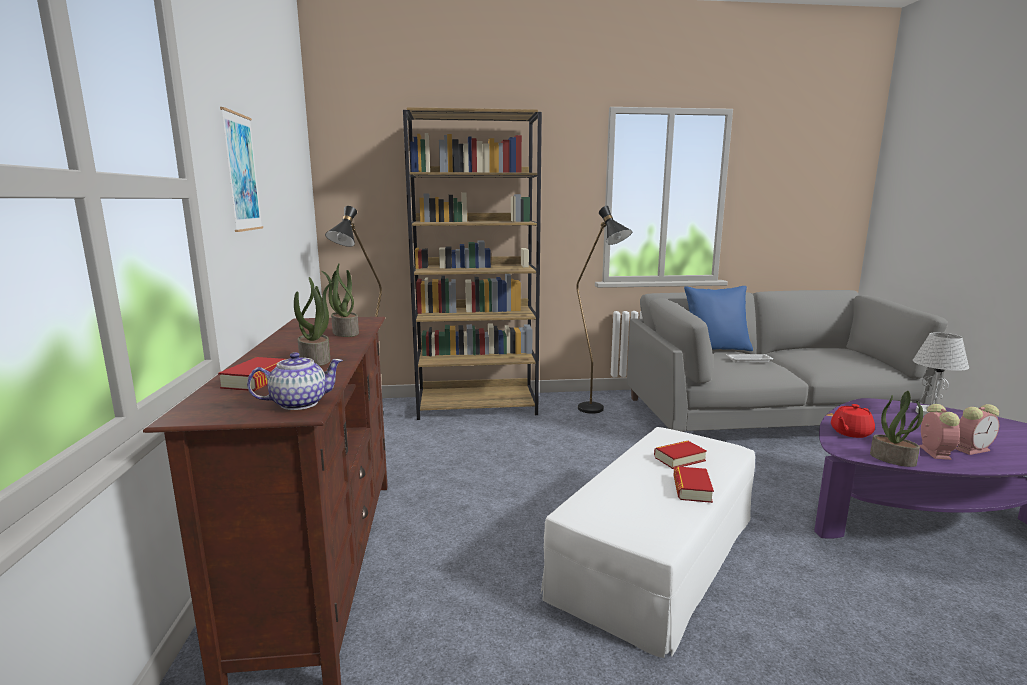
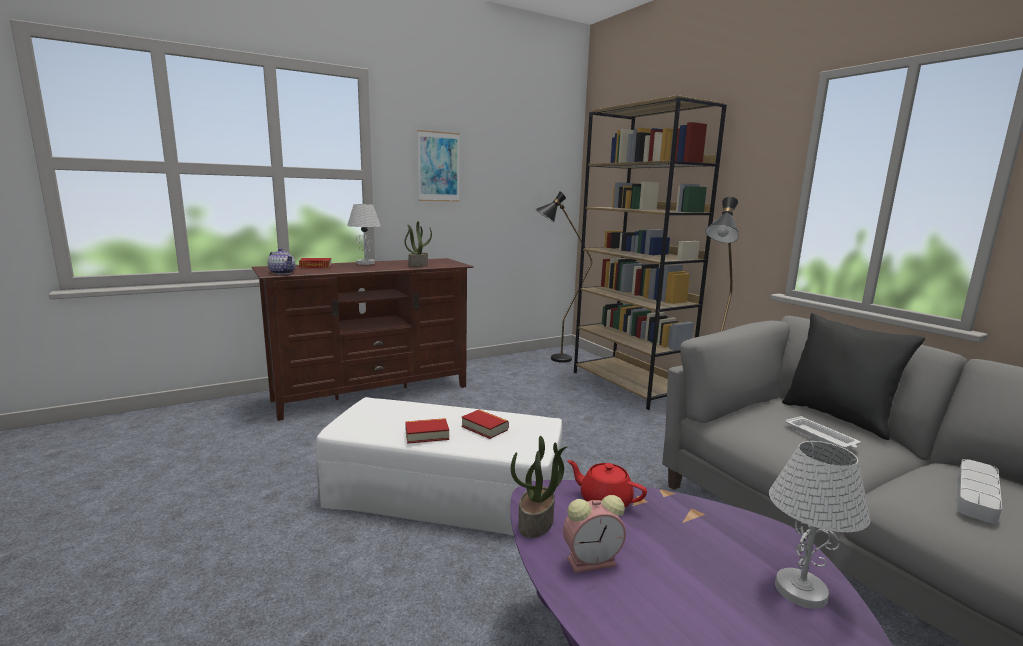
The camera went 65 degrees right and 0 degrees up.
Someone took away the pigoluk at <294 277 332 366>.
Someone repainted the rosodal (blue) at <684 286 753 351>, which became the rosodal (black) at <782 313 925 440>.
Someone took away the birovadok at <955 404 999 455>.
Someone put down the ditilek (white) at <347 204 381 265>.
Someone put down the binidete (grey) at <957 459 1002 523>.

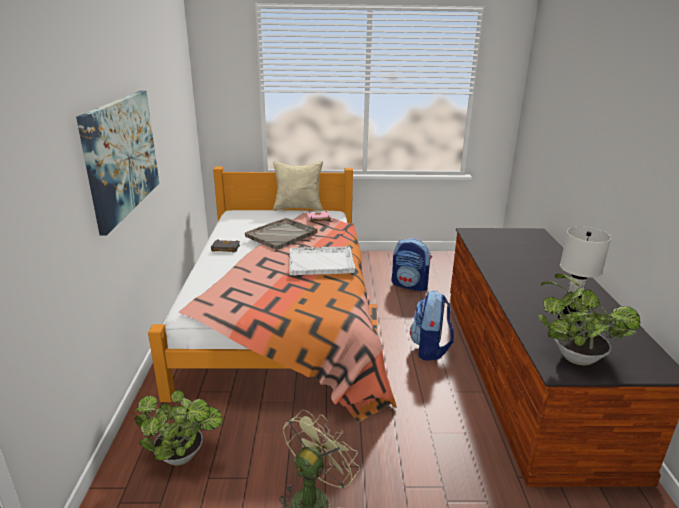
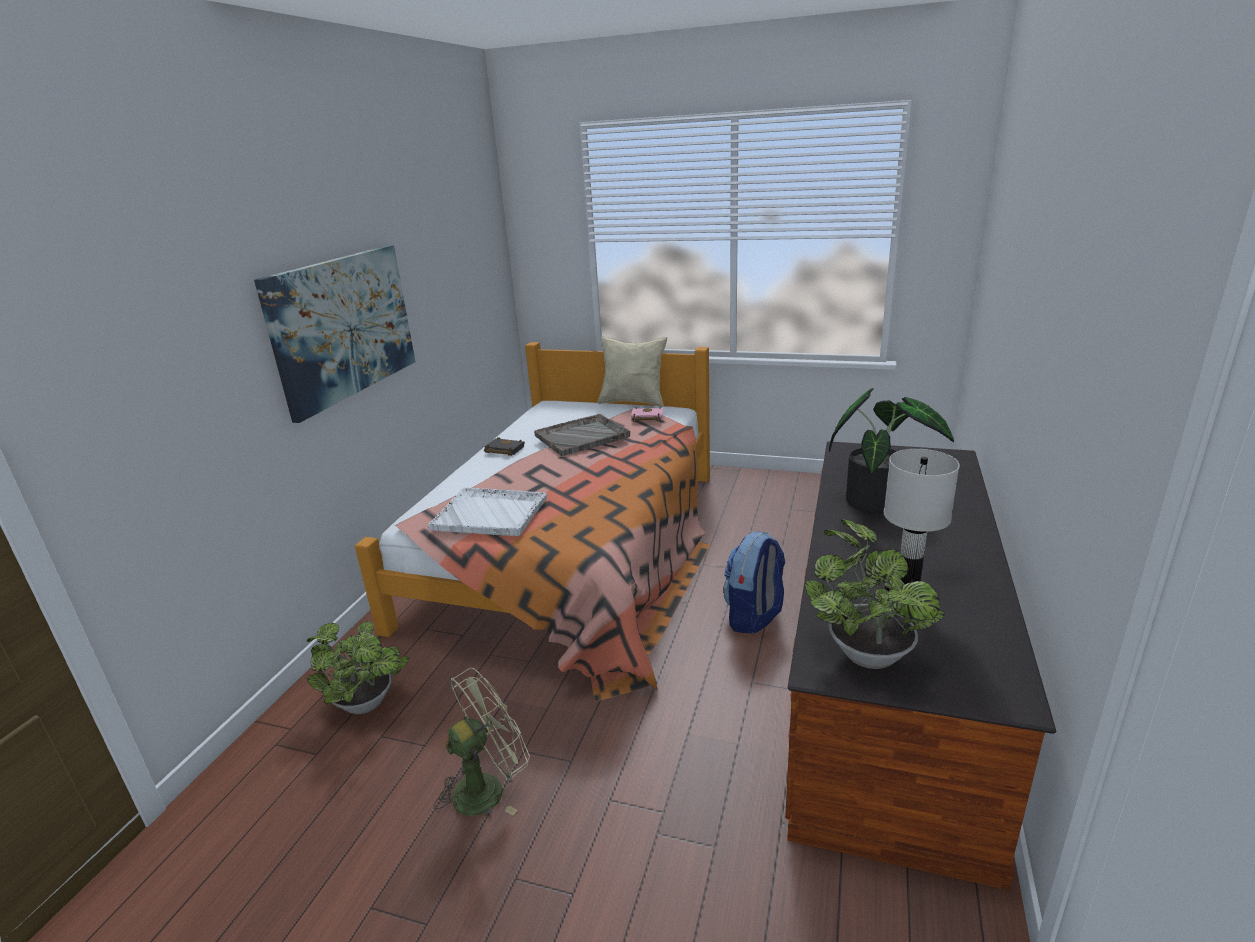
The camera went 20 degrees right and 0 degrees up.
Someone carried the binidete (white) from <289 246 356 275> to <428 488 547 536>.
Someone took away the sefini at <392 238 432 292>.
Someone put down the pigoluk at <829 388 954 513>.

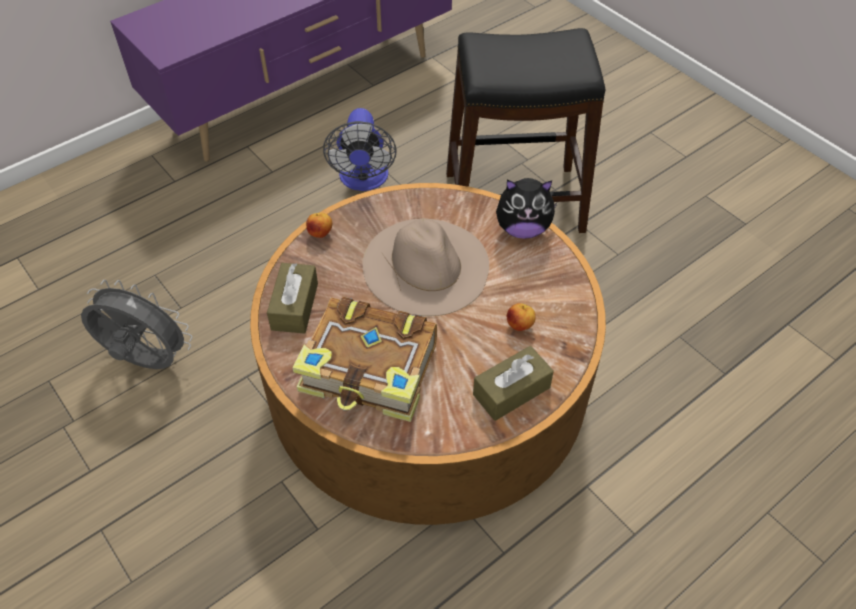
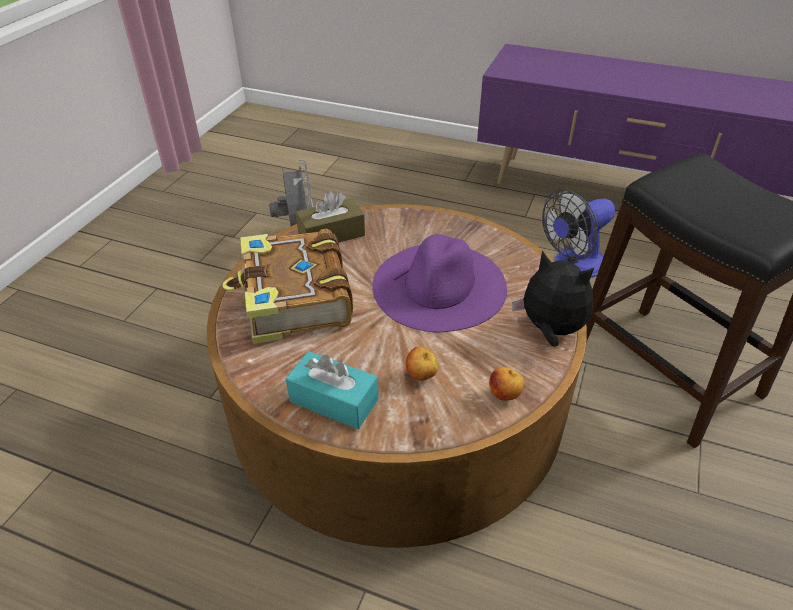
The camera went 60 degrees right and 10 degrees down.
Someone carried the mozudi from <306 213 332 238> to <489 367 525 401>.
Someone repainted the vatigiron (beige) at <363 218 489 316>, which became the vatigiron (purple) at <372 234 507 332>.
Someone repainted the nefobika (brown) at <473 346 554 421>, which became the nefobika (turquoise) at <286 351 379 429>.
Someone rotated the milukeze at <496 178 558 239> by 150 degrees clockwise.

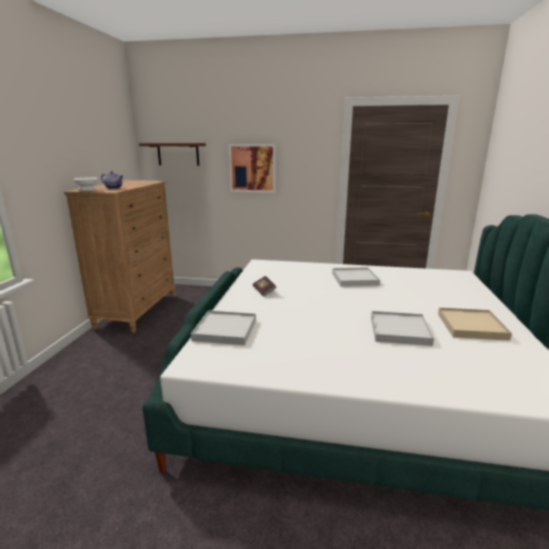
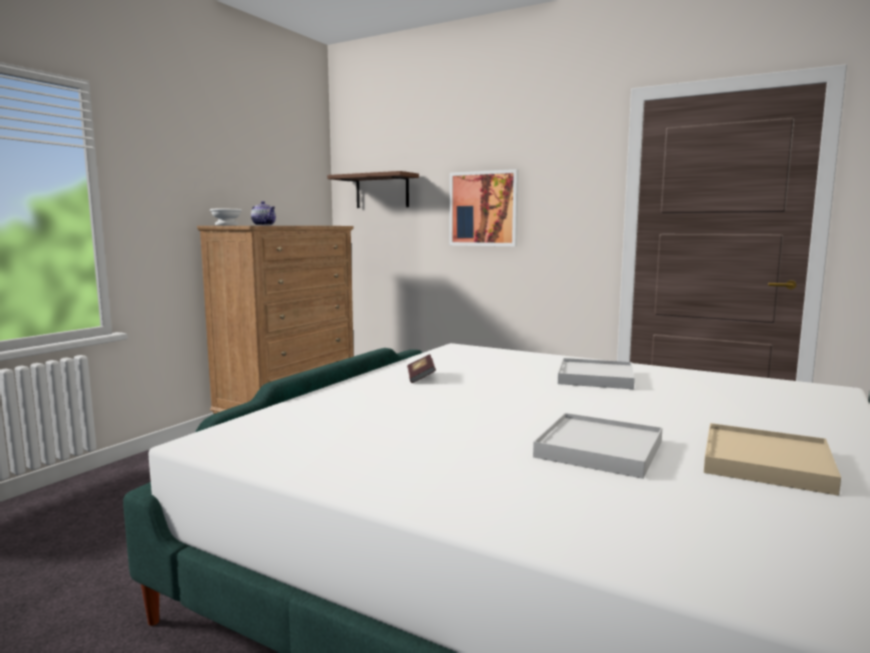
The camera went 20 degrees right and 10 degrees down.
Someone took away the binidete (white) at <191 310 256 345>.

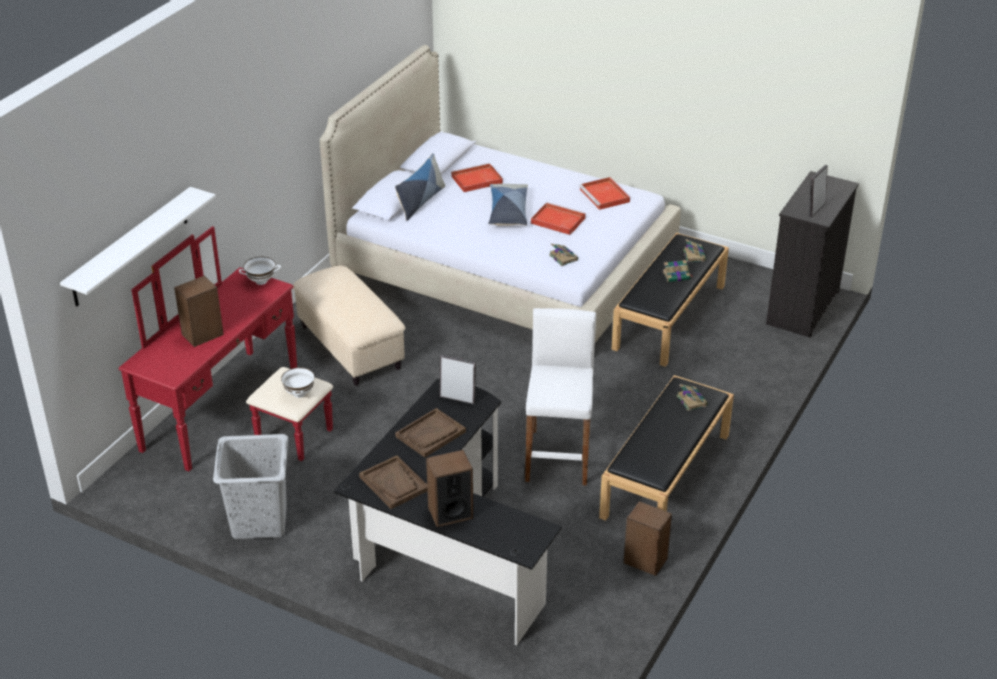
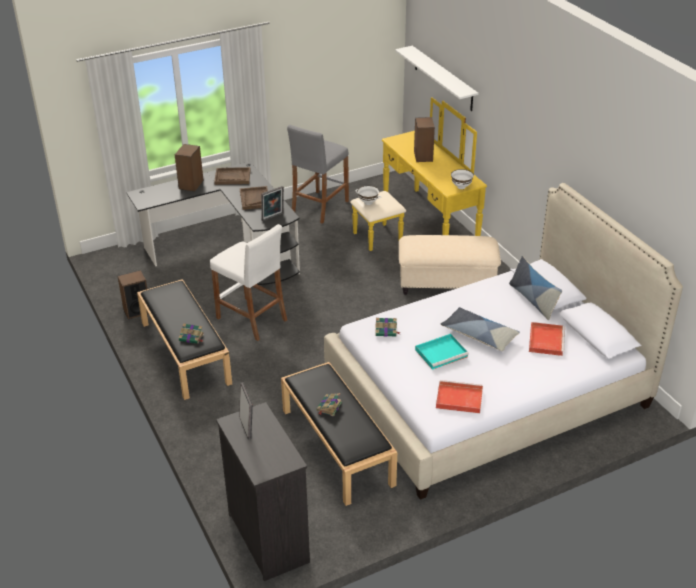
The camera went 125 degrees right and 0 degrees up.
Someone repainted the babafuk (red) at <119 226 333 471>, which became the babafuk (yellow) at <350 97 487 251>.
Someone swapped the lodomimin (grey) at <213 434 288 539> for the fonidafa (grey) at <287 125 349 224>.
Someone repainted the binidete (red) at <531 202 586 235>, which became the binidete (turquoise) at <415 334 469 370>.
Someone took away the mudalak at <683 239 706 262>.

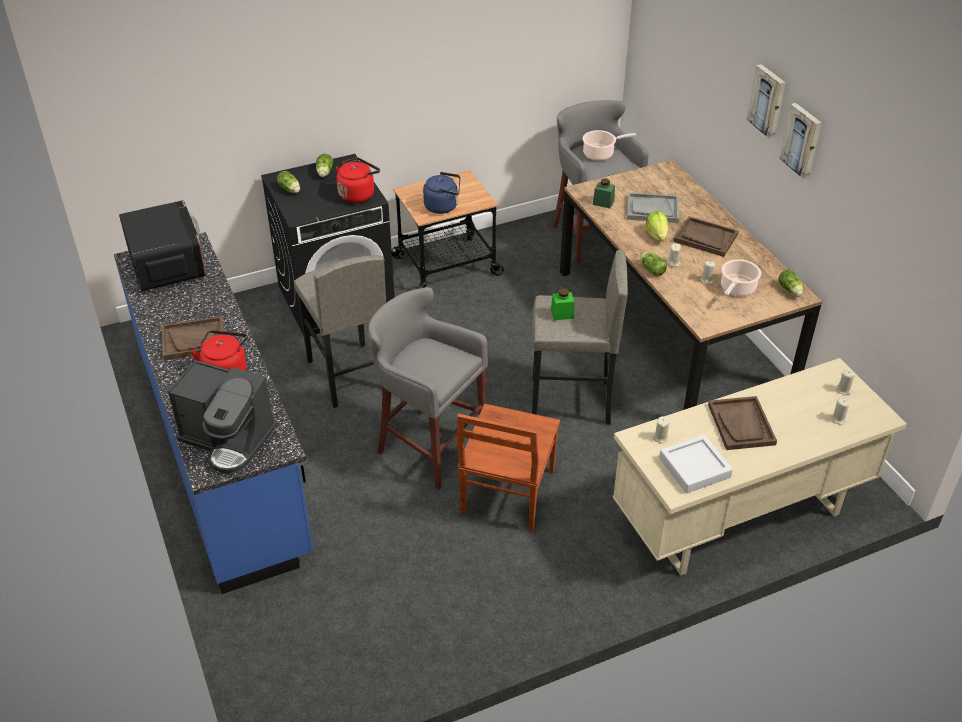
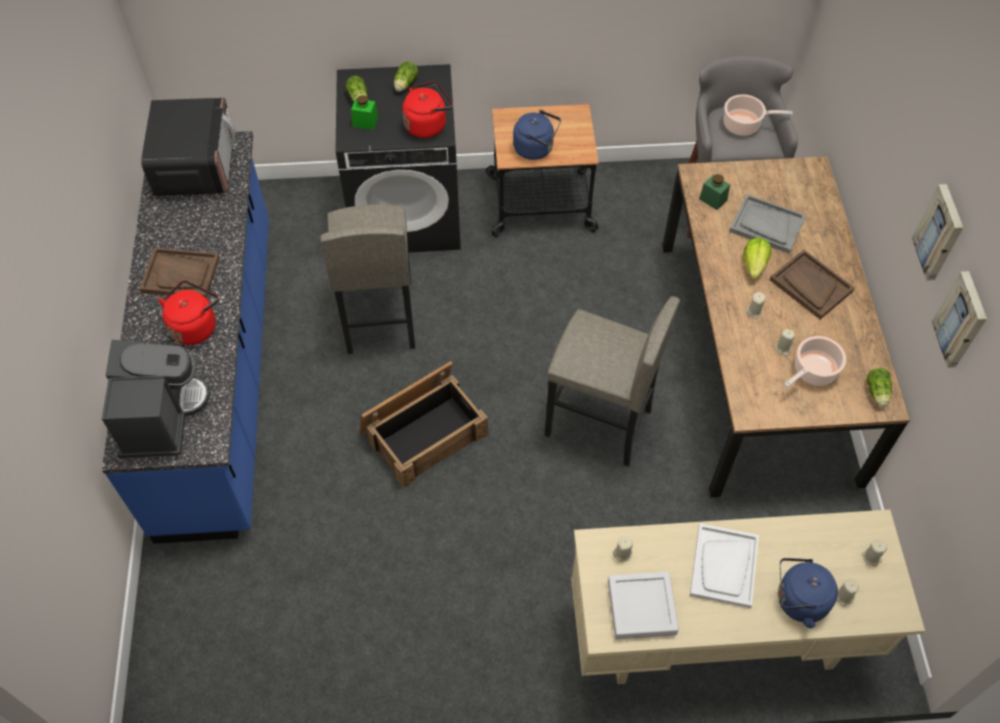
The camera went 20 degrees right and 15 degrees up.
Someone rotated the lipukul at <168 360 277 474> by 135 degrees counterclockwise.
Someone swapped the fonidafa (grey) at <368 287 488 489> for the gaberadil at <359 361 488 488>.
Someone took away the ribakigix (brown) at <457 404 560 531>.
Someone carried the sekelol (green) from <551 288 574 320> to <351 95 378 130>.
Someone took away the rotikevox at <640 252 667 276>.
Someone repainted the binidete (brown) at <708 396 777 450>, which became the binidete (white) at <690 523 759 608>.
Someone carried the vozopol from <747 64 786 139> to <932 271 987 368>.
Someone put down the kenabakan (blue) at <778 558 838 628>.

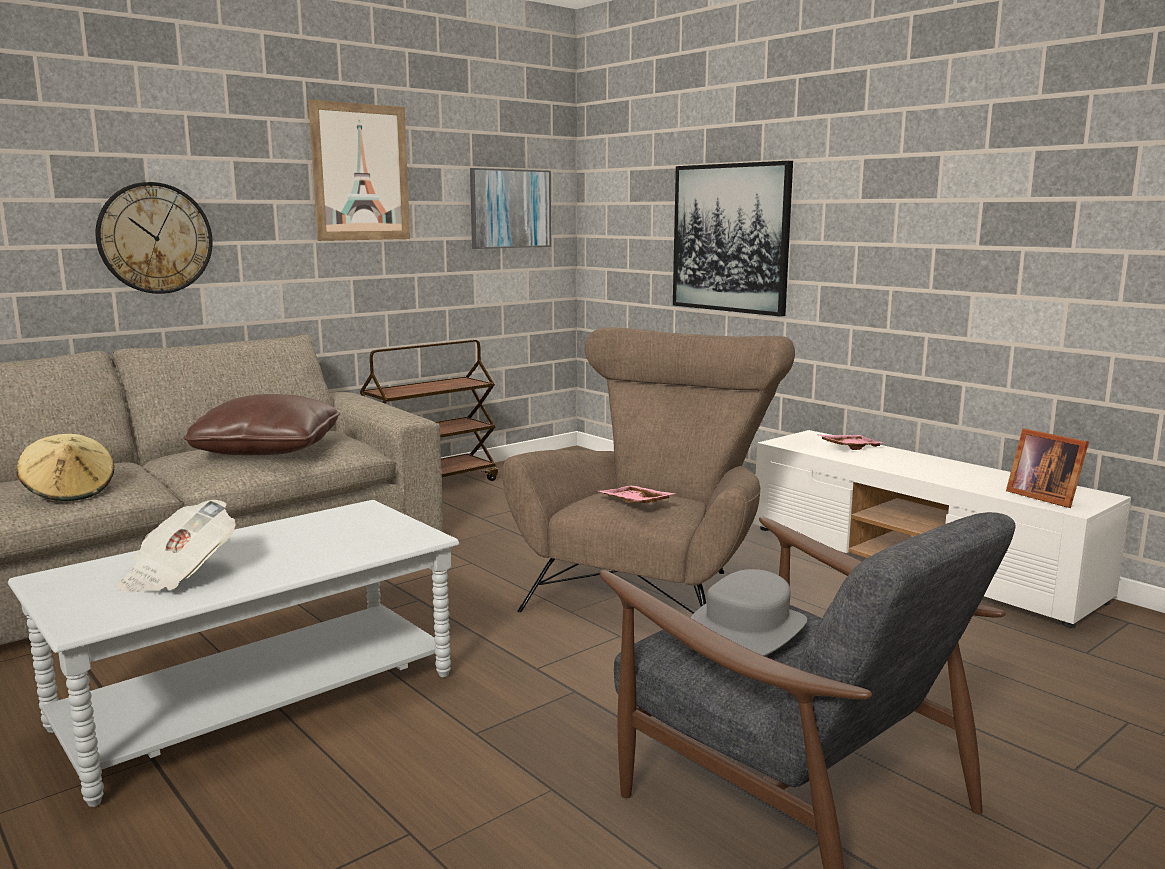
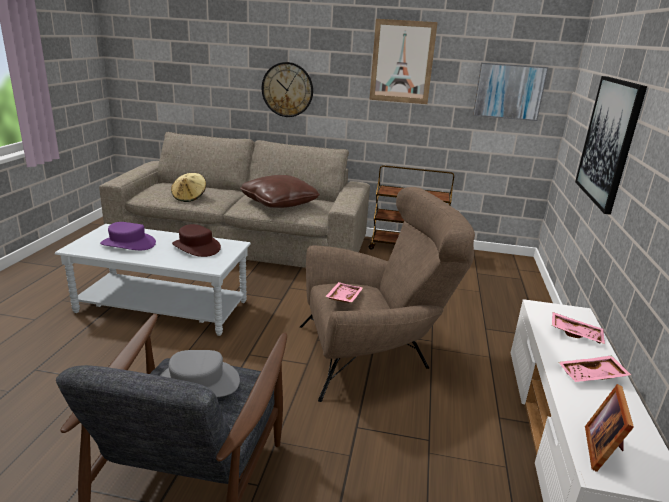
The camera went 50 degrees right and 10 degrees up.
Someone swapped the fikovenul at <117 500 236 592> for the vatigiron (purple) at <100 222 156 250>.
Someone put down the vatigiron (brown) at <172 224 221 257>.
Someone put down the binidete (pink) at <559 355 631 382>.

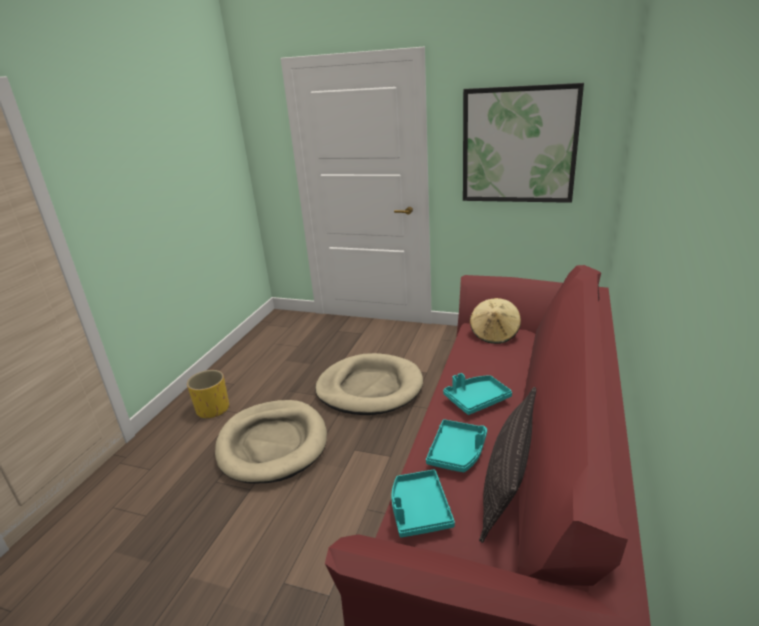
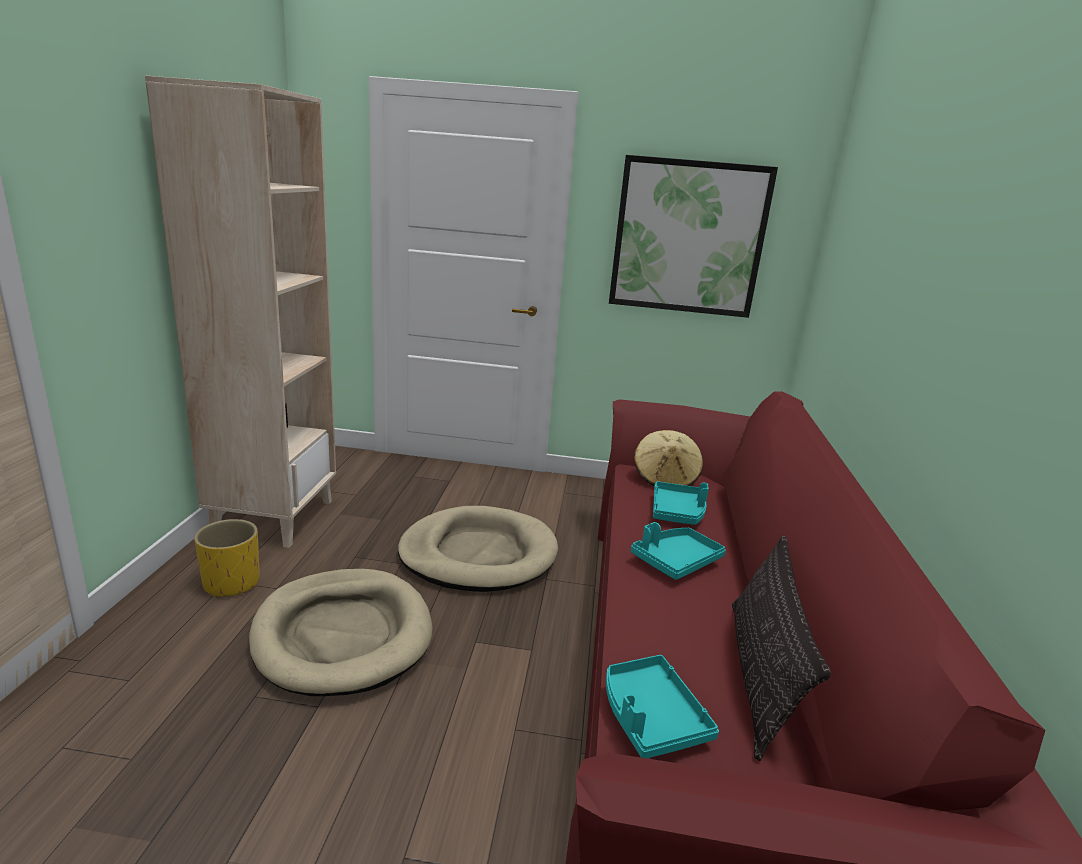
The camera went 15 degrees left and 5 degrees down.
Someone carried the binidete (turquoise) from <426 419 487 472> to <653 481 709 525>.
Someone put down the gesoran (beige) at <145 76 336 548>.

